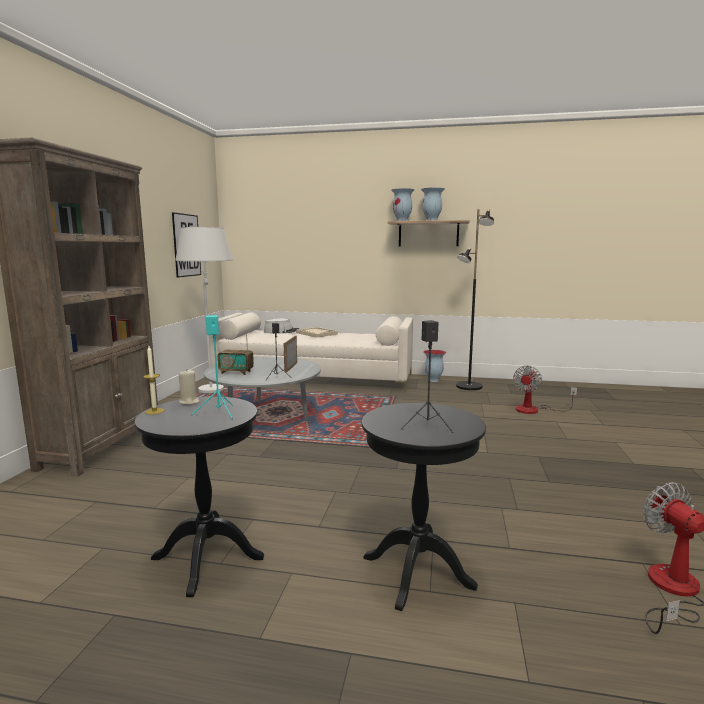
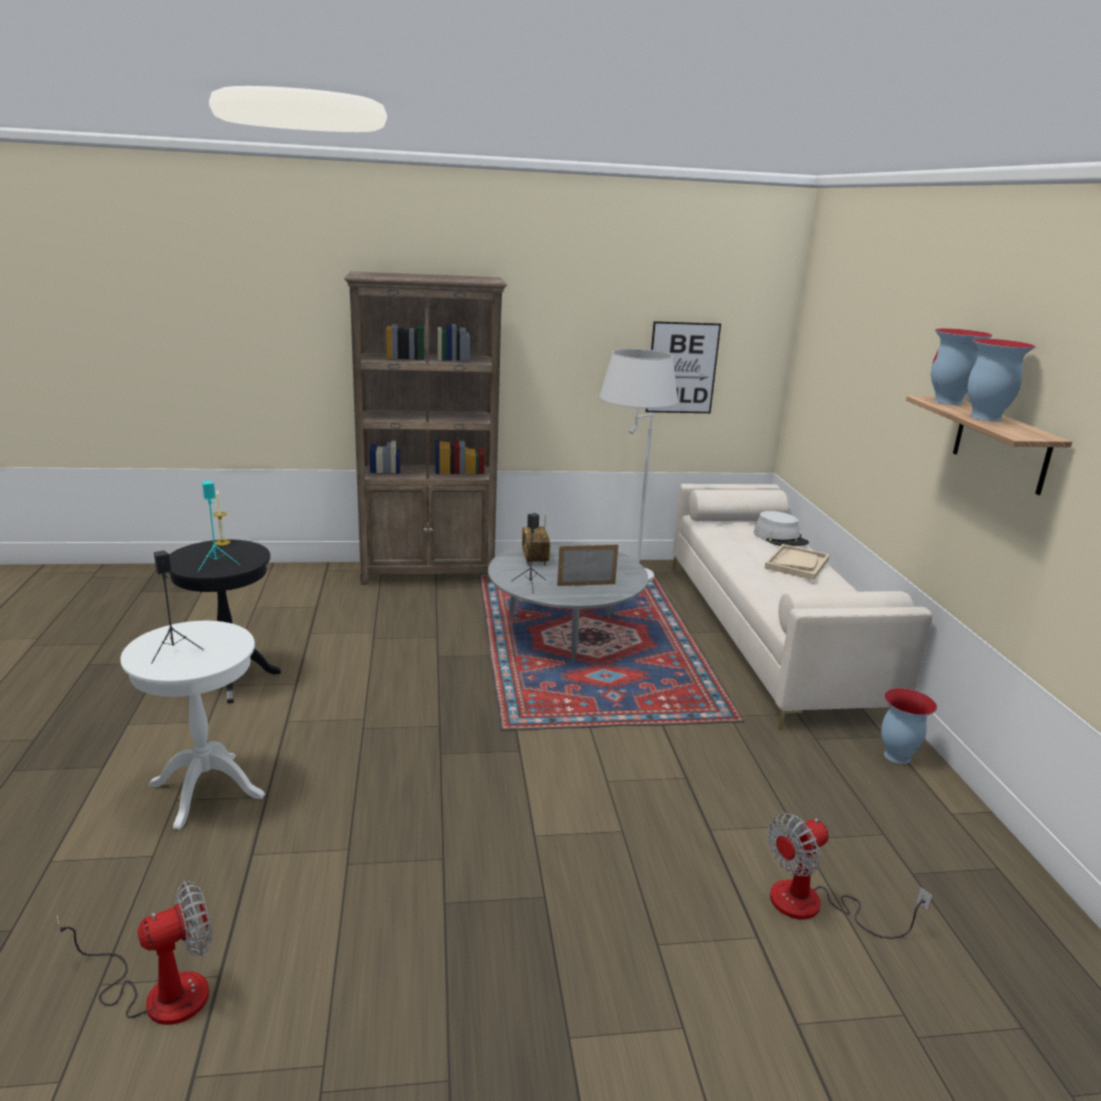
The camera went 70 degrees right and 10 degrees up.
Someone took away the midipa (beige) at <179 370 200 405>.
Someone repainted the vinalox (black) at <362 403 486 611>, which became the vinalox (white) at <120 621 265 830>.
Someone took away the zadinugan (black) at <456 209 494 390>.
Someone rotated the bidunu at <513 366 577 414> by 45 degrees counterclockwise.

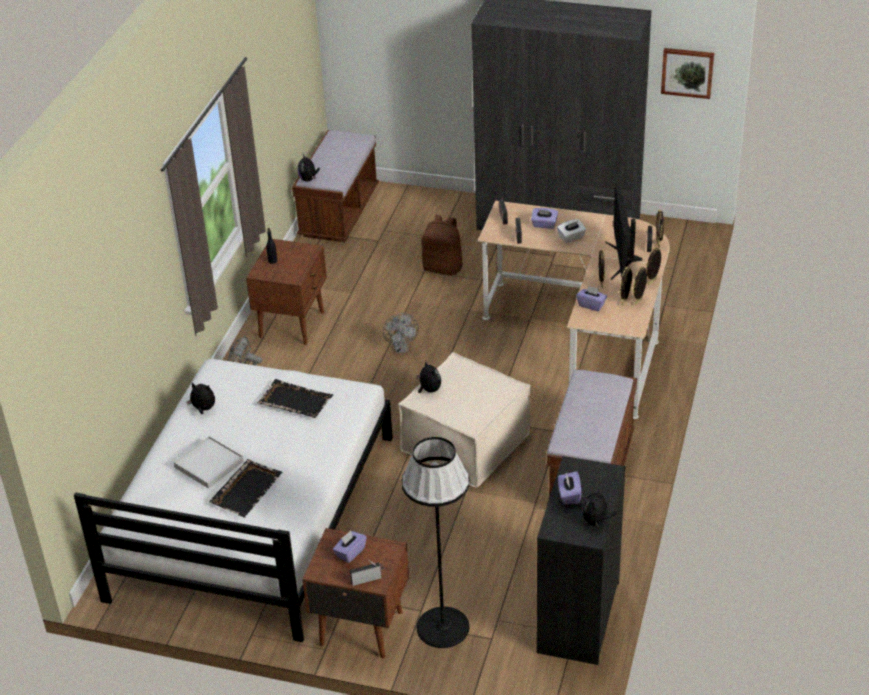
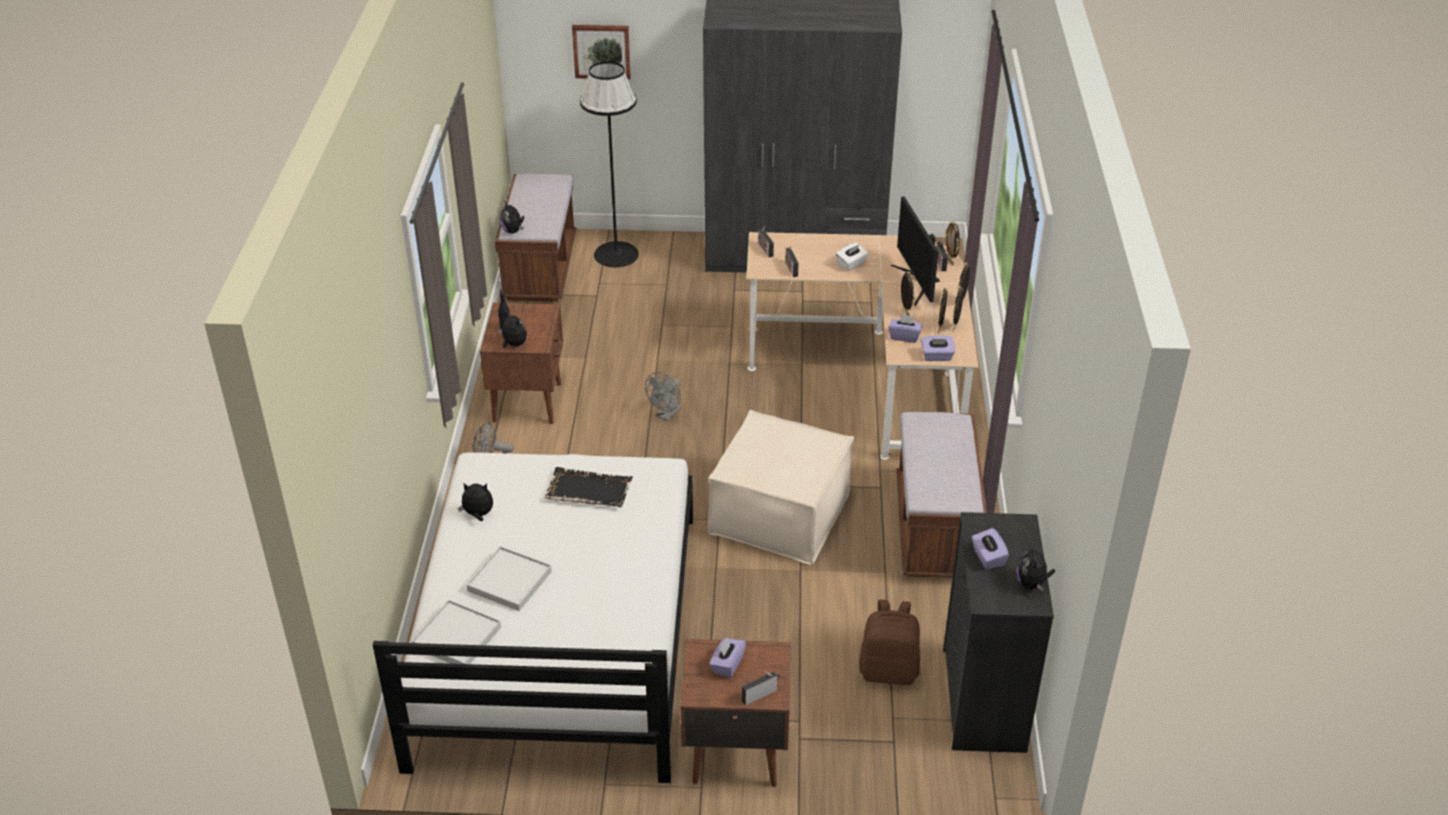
The camera went 15 degrees left and 0 degrees up.
Someone took away the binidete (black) at <209 459 282 518>.
Someone rotated the bidunu (grey) at <383 313 418 354> by 60 degrees clockwise.
Someone carried the zadinugan (black) from <402 437 470 648> to <580 61 639 267>.
Someone carried the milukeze from <417 362 441 393> to <498 311 527 348>.
Someone carried the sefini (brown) from <422 215 463 275> to <859 599 920 685>.
Someone carried the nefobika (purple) from <531 208 558 229> to <921 336 955 361>.
Someone carried the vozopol from <661 48 714 99> to <572 25 630 79>.
Someone put down the binidete (white) at <412 600 501 664>.

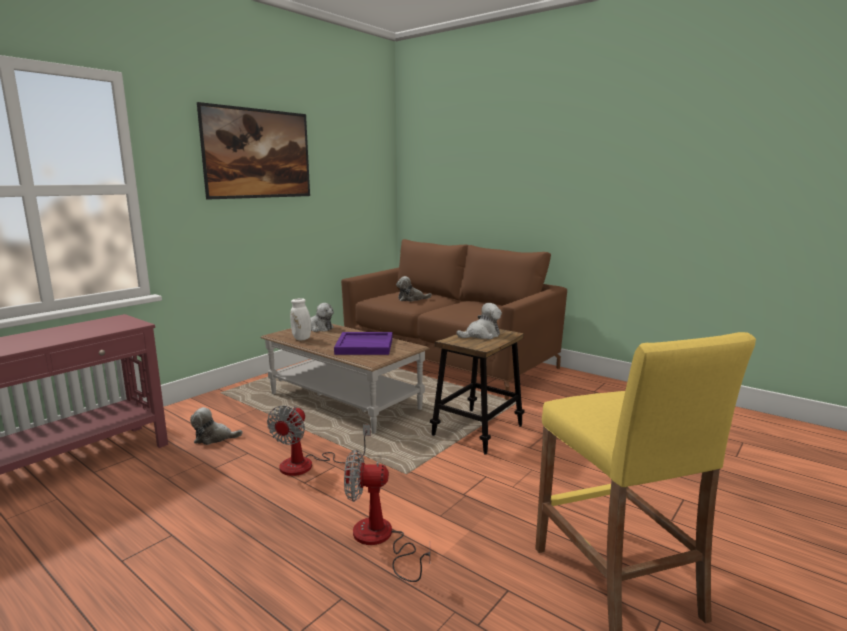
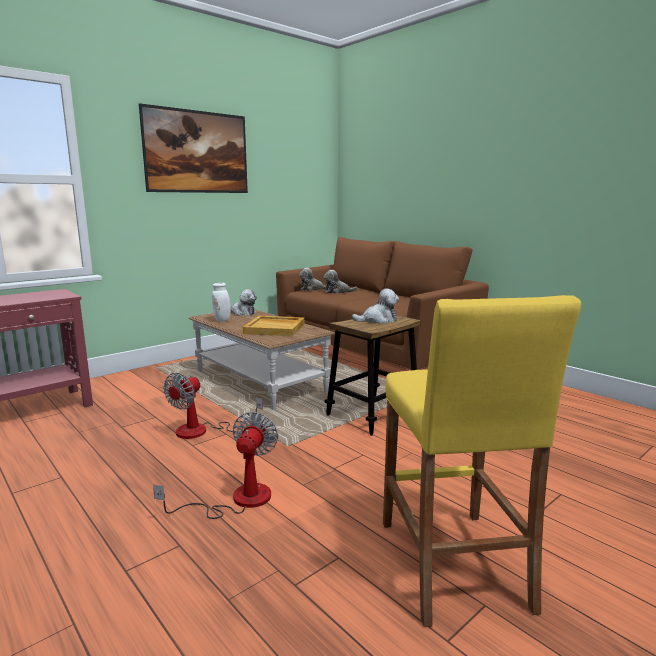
The camera went 10 degrees right and 0 degrees up.
Someone carried the milukeze from <190 407 243 445> to <299 268 326 291>.
Someone repainted the binidete (purple) at <334 332 393 355>, which became the binidete (beige) at <243 316 304 336>.
Someone rotated the bidunu at <344 450 430 582> by 90 degrees clockwise.

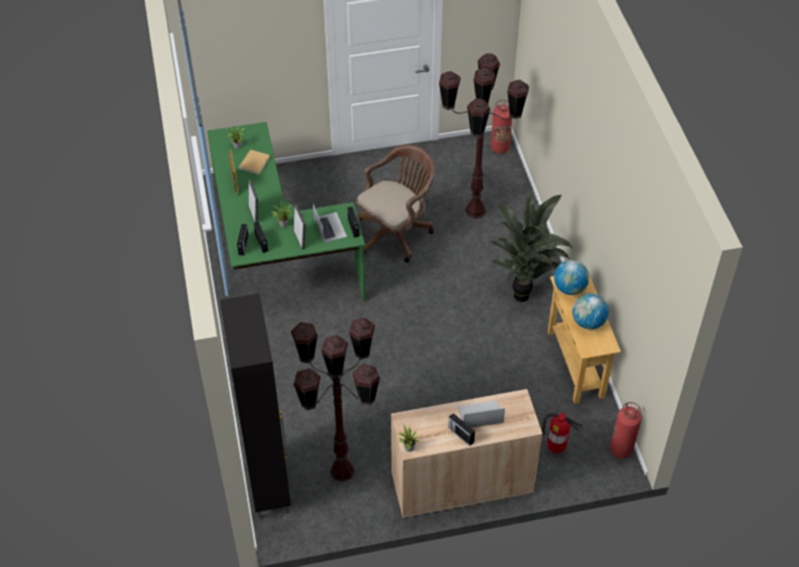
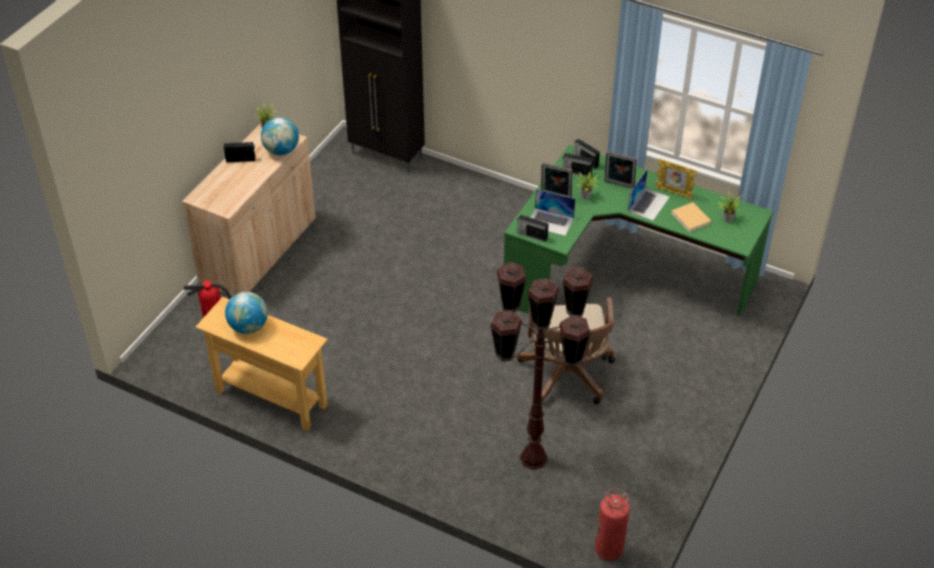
The camera went 130 degrees right and 5 degrees down.
Someone took away the zadinugan (brown) at <291 318 380 482>.
Someone carried the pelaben from <458 401 505 428> to <628 169 670 221>.
Someone took away the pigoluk at <488 193 572 302>.
Someone carried the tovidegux from <554 260 589 295> to <261 117 299 155>.
Someone took away the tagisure at <610 402 642 458>.

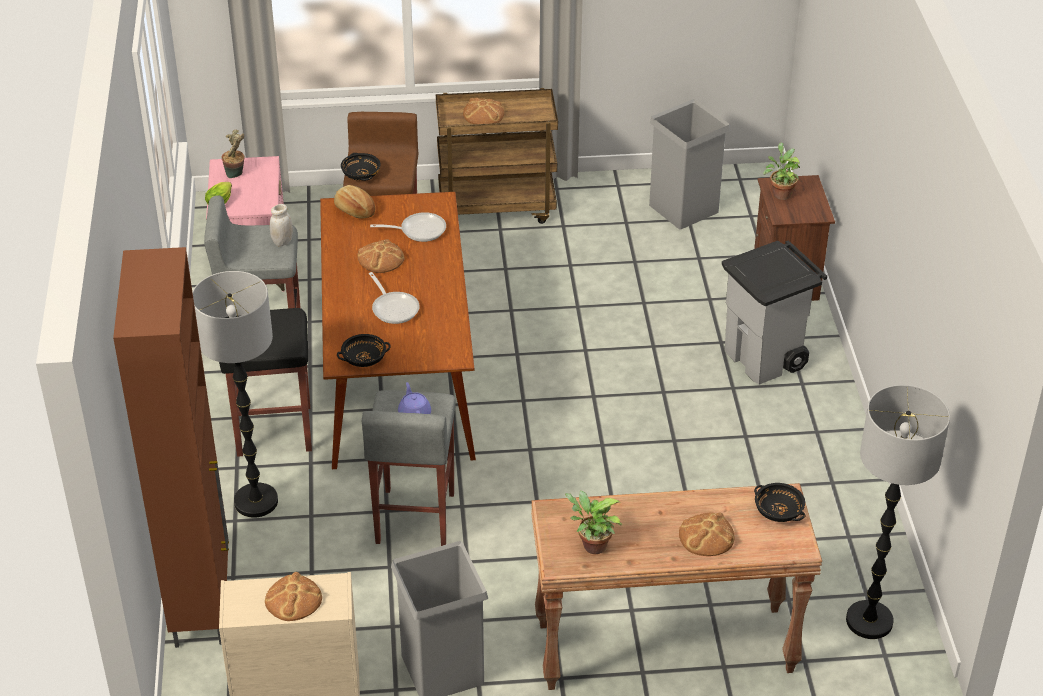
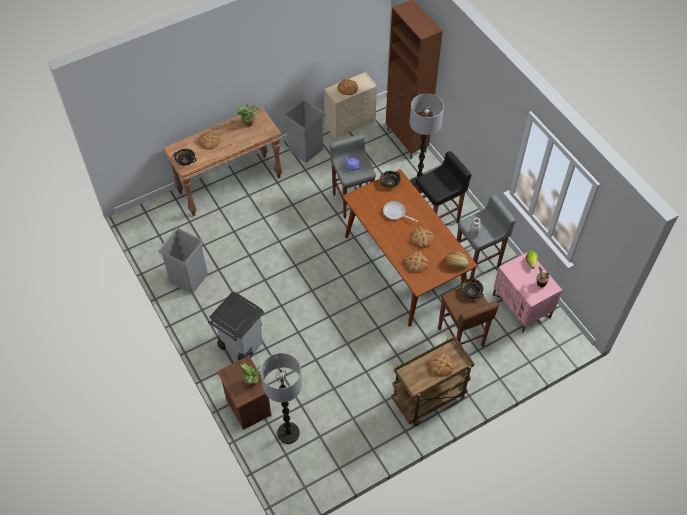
The camera went 155 degrees right and 15 degrees up.
Someone swapped the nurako at <370 212 446 242> for the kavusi at <404 251 429 273>.
Someone carried the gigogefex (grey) from <649 99 730 230> to <159 228 208 294>.
Someone carried the zadinugan from <846 385 950 639> to <261 353 302 444>.

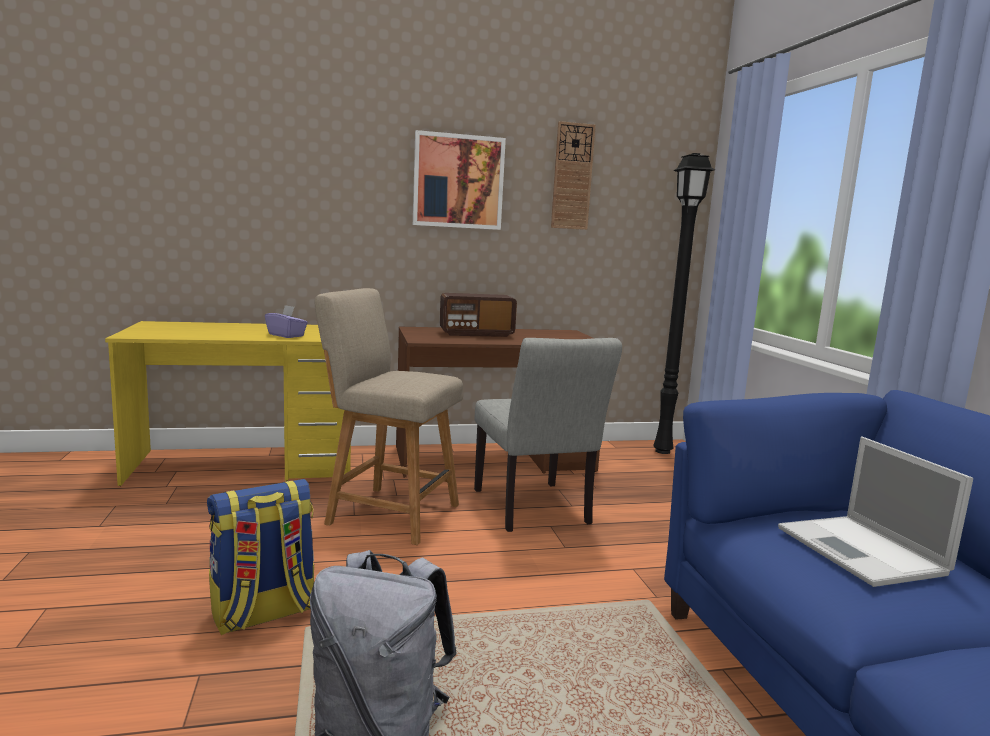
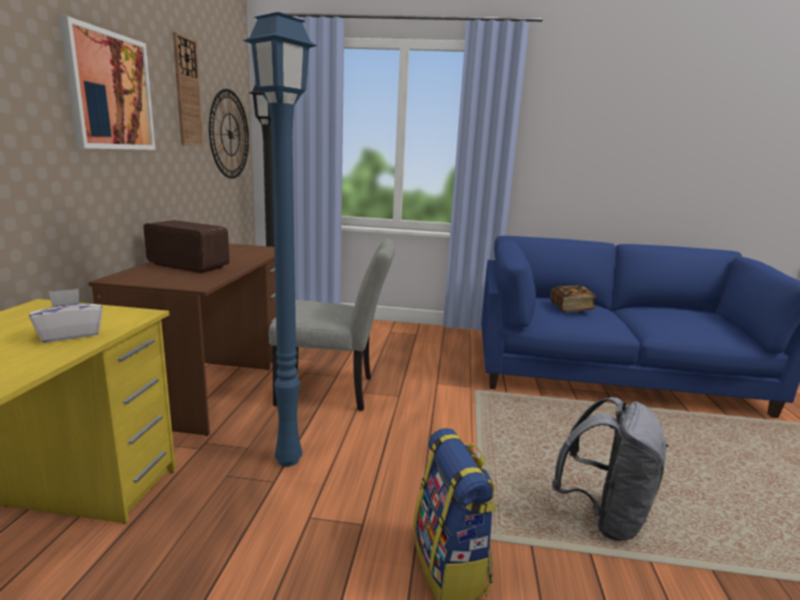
The camera went 70 degrees left and 5 degrees up.
Someone repainted the nefobika (purple) at <265 305 308 338>, which became the nefobika (white) at <29 288 103 343>.
Someone swapped the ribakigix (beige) at <314 288 463 545> for the zadinugan (blue) at <243 12 317 467>.
Someone rotated the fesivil at <440 293 517 337> by 75 degrees counterclockwise.
Someone swapped the pelaben at <778 436 973 587> for the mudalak at <550 286 596 312>.
Someone put up the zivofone at <209 89 249 179>.

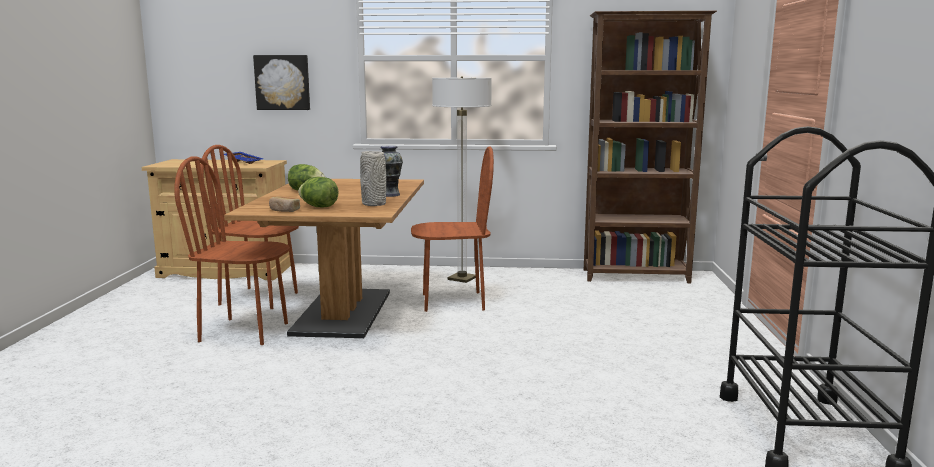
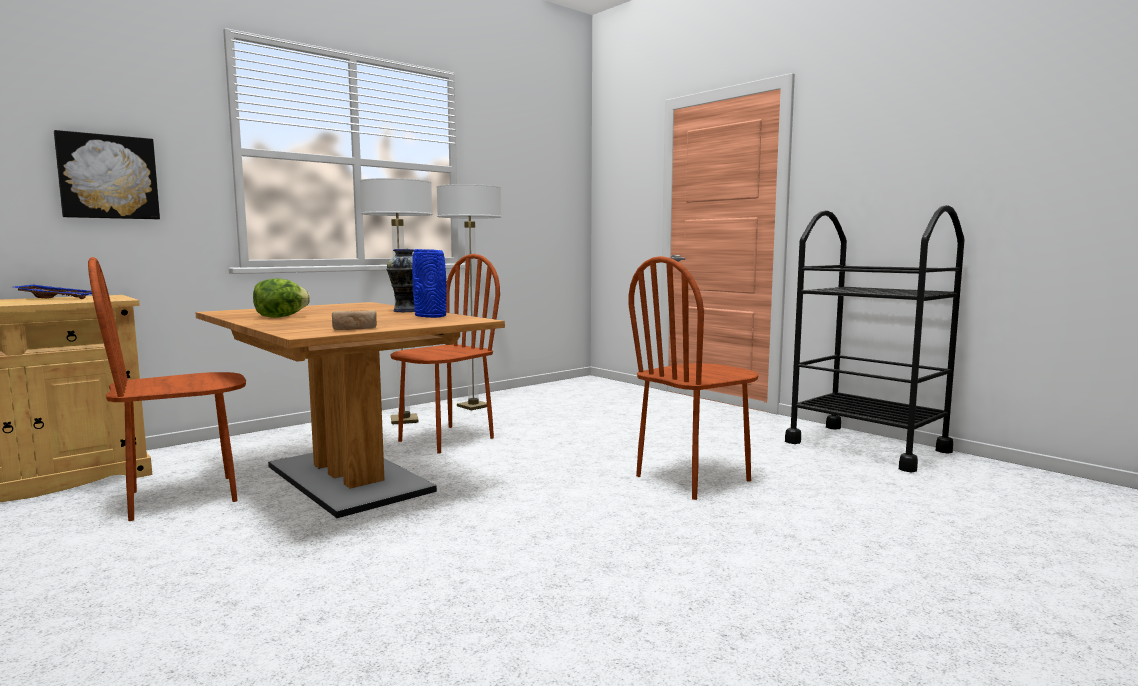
The camera went 45 degrees left and 5 degrees down.
Someone carried the ribakigix (brown) from <174 156 290 345> to <629 256 758 500>.
Someone took away the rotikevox at <298 177 338 207>.
Someone repainted the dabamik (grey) at <360 151 386 206>, which became the dabamik (blue) at <412 249 447 318>.
Someone took away the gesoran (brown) at <584 11 717 284>.
Someone put down the zadinugan at <437 184 502 410>.

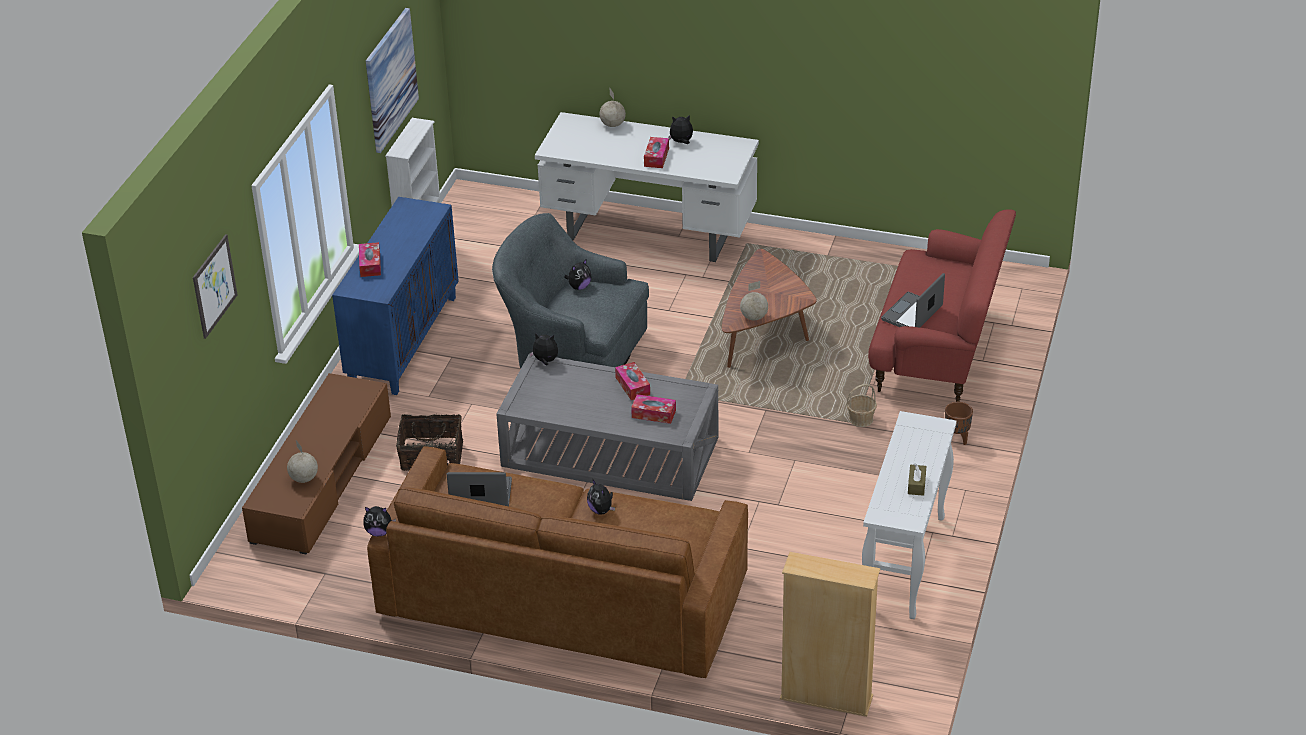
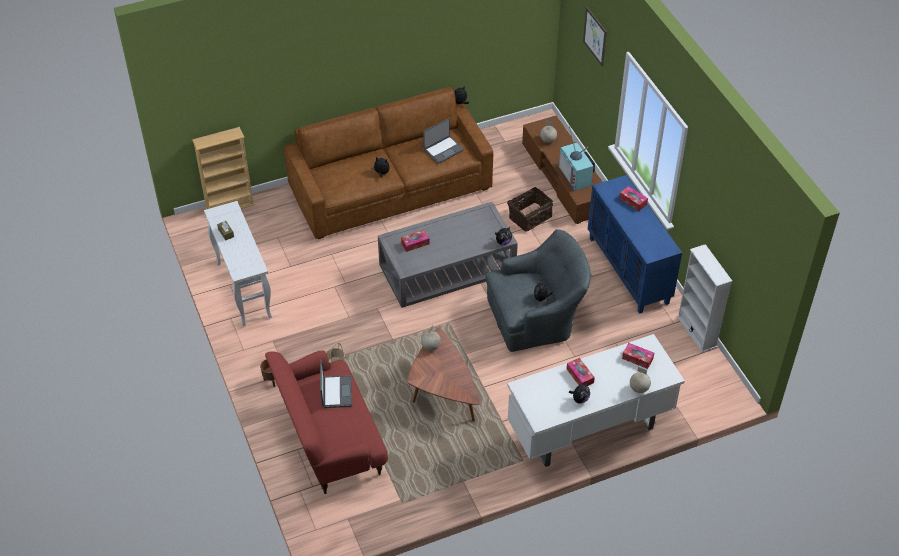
The camera went 140 degrees right and 10 degrees up.
Someone took away the vozopol at <366 8 419 153>.
Someone carried the nefobika from <615 362 650 400> to <622 343 654 369>.
Someone put down the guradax at <559 126 595 191>.

